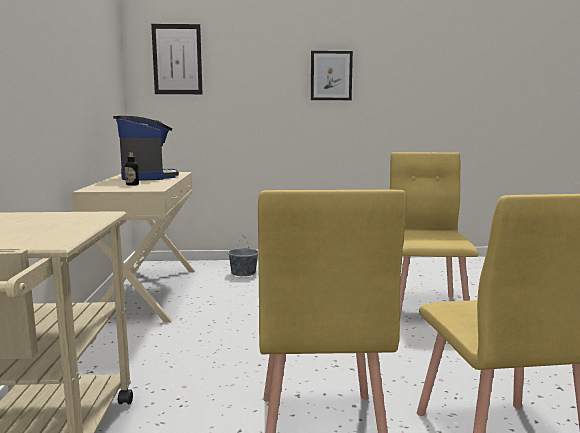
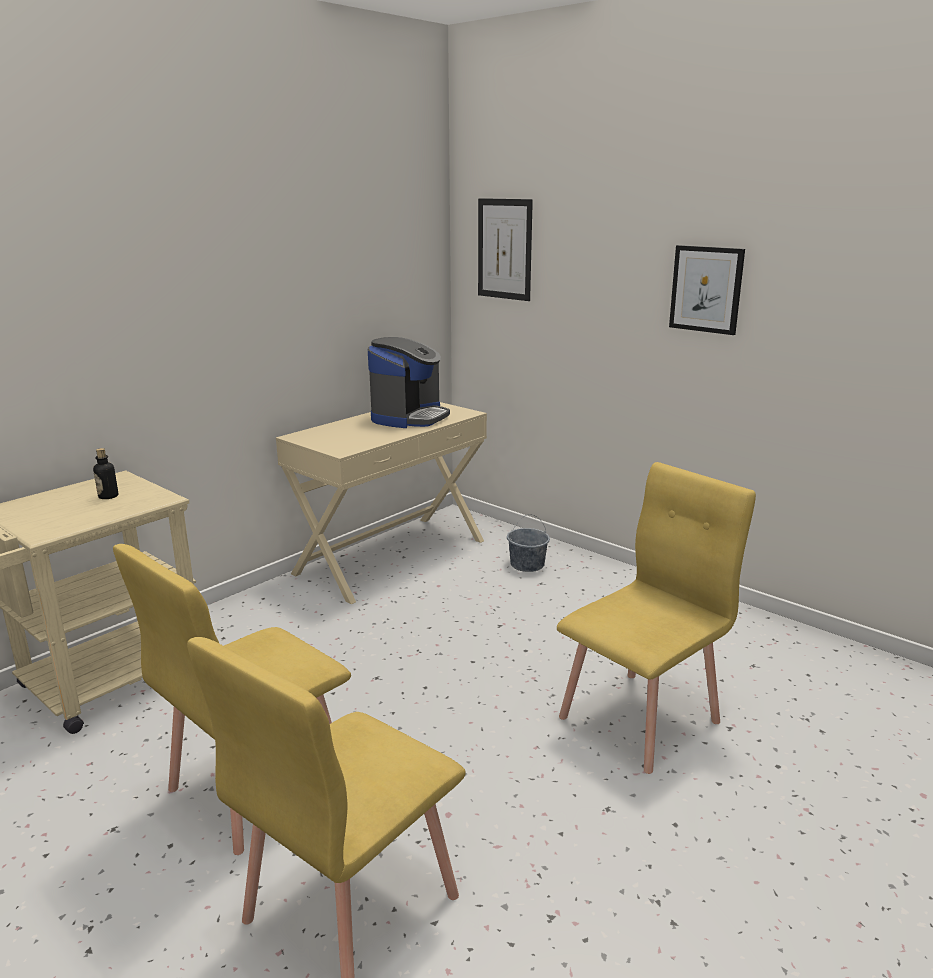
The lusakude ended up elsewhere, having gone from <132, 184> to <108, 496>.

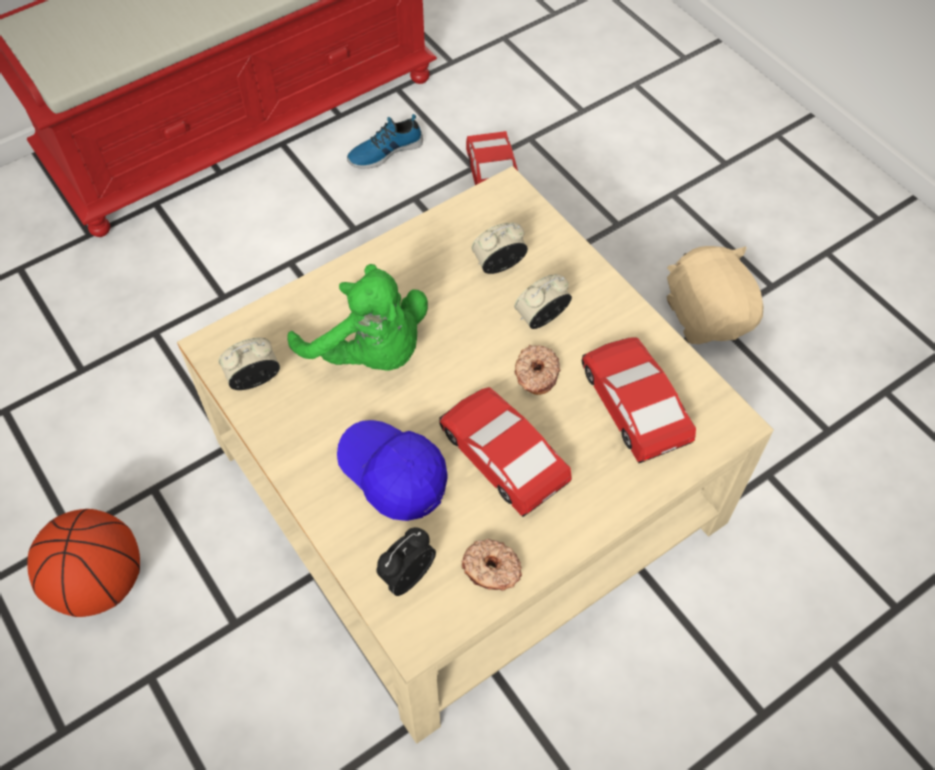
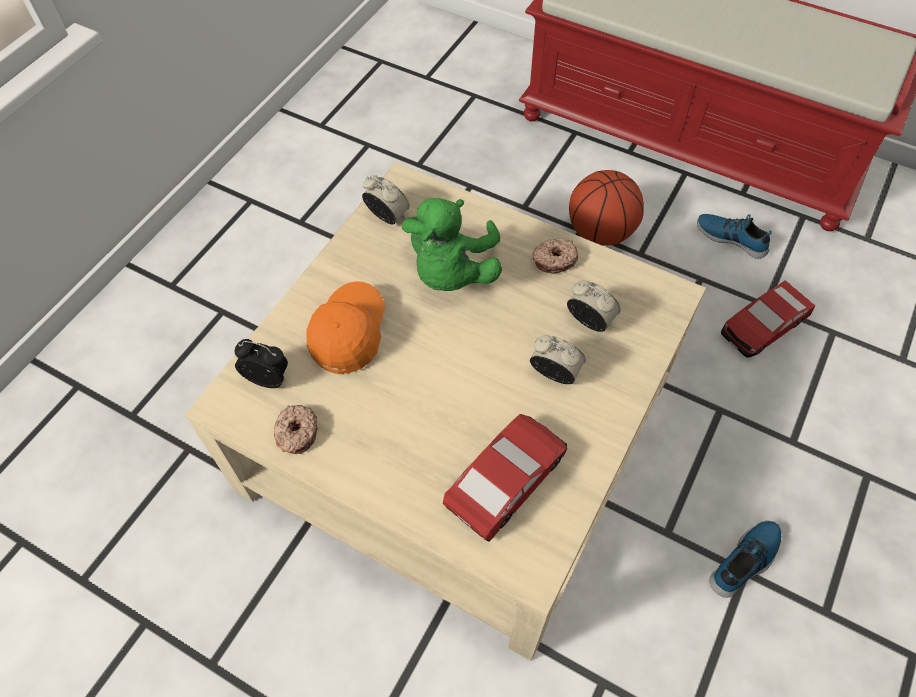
What was the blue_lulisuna at <393, 475> turned into the orange_lulisuna at <349, 334>. The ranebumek ended up elsewhere, having gone from <535, 374> to <554, 259>. The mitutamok ended up elsewhere, having gone from <100, 582> to <600, 232>. Where the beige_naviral stood at <707, 315>, the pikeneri came to stand at <746, 561>. The second view lost the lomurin at <502, 455>.

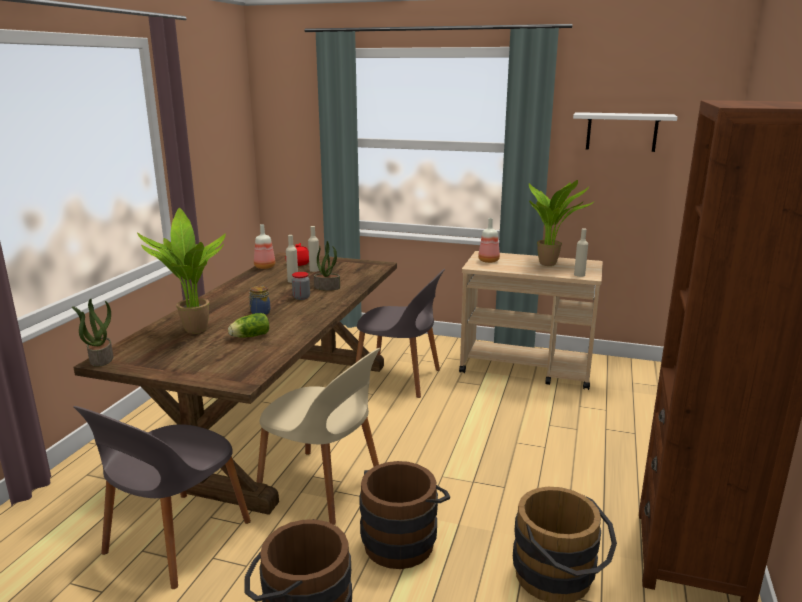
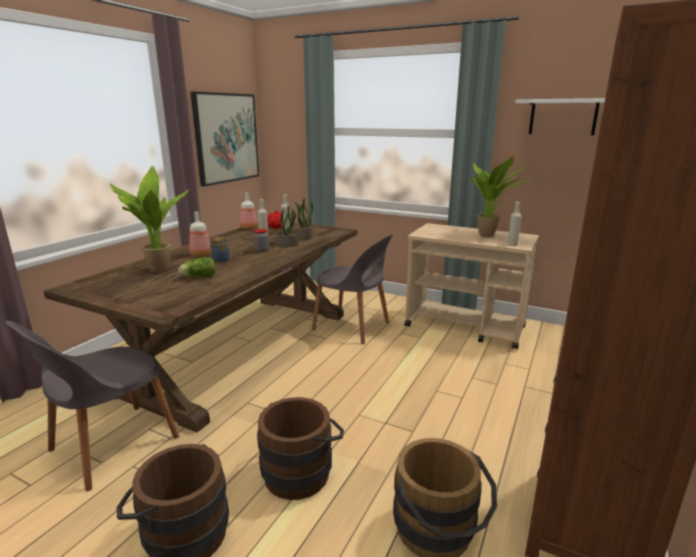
The lusakude ended up elsewhere, having gone from <489, 261> to <202, 255>. The second view gained the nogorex at <226, 138>. The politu ended up elsewhere, having gone from <101, 359> to <305, 236>. The second view lost the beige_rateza at <323, 487>.

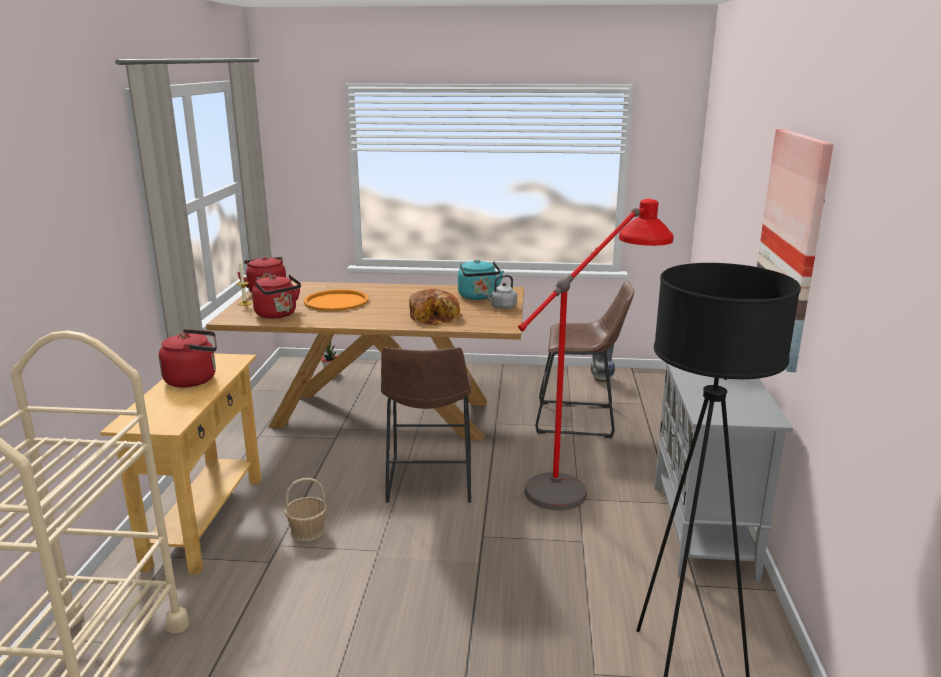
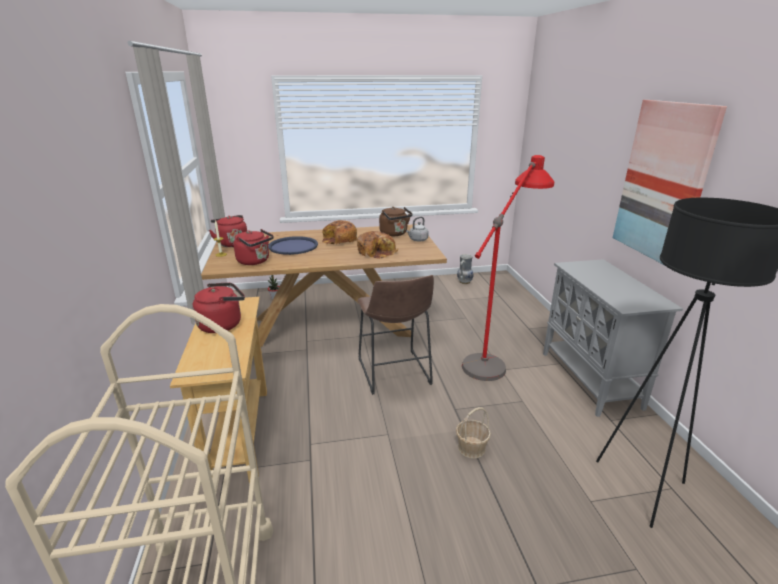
What was the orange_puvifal at <336, 301> turned into the blue_puvifal at <293, 246>. The second view gained the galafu at <339, 240>. What was the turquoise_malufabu at <478, 297> turned into the brown_malufabu at <394, 234>. The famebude ended up elsewhere, having gone from <307, 531> to <471, 448>. The second view lost the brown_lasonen at <580, 420>.

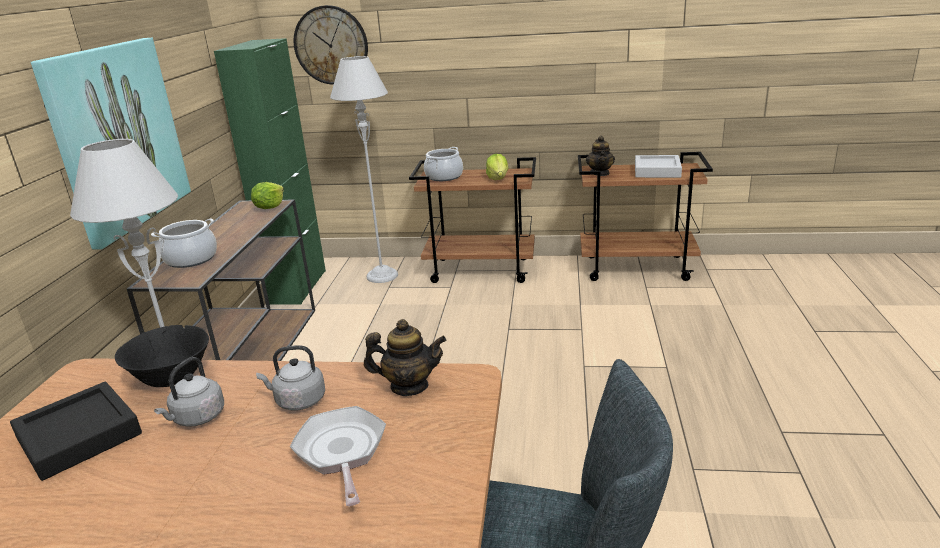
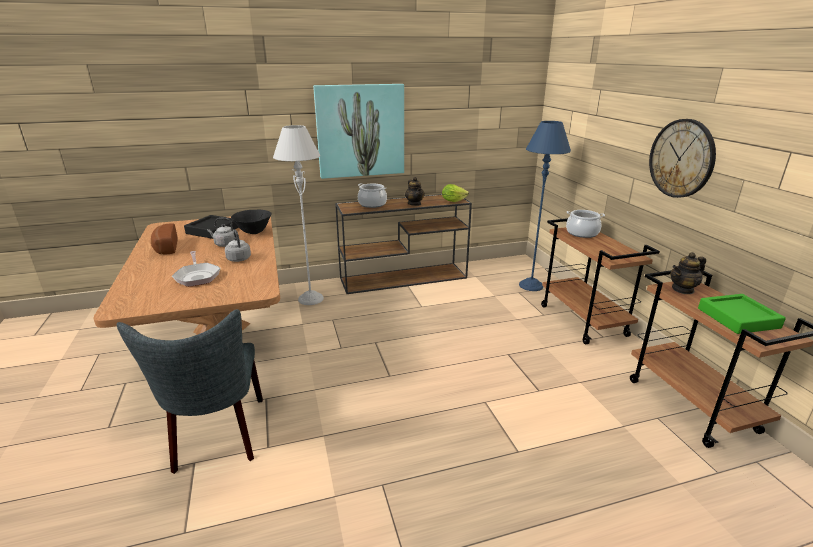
The second view gained the galafu at <165, 248>. The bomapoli at <341, 452> ended up facing another way, 105 degrees clockwise from before. The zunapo ended up elsewhere, having gone from <409, 386> to <414, 204>. What was the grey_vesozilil at <382, 276> turned into the blue_vesozilil at <531, 285>. The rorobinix ended up elsewhere, having gone from <331, 45> to <681, 158>. What was the grey_puvifal at <657, 171> turned into the green_puvifal at <738, 318>. The second view lost the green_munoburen at <298, 287>. The second view lost the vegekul at <498, 178>.

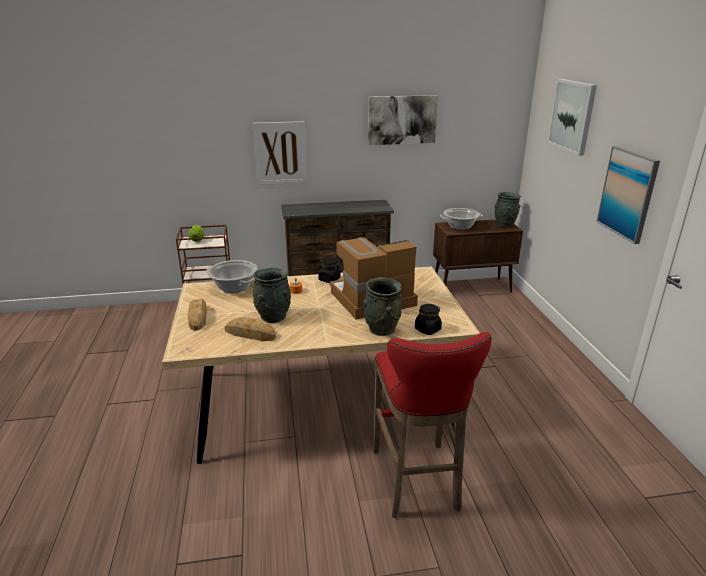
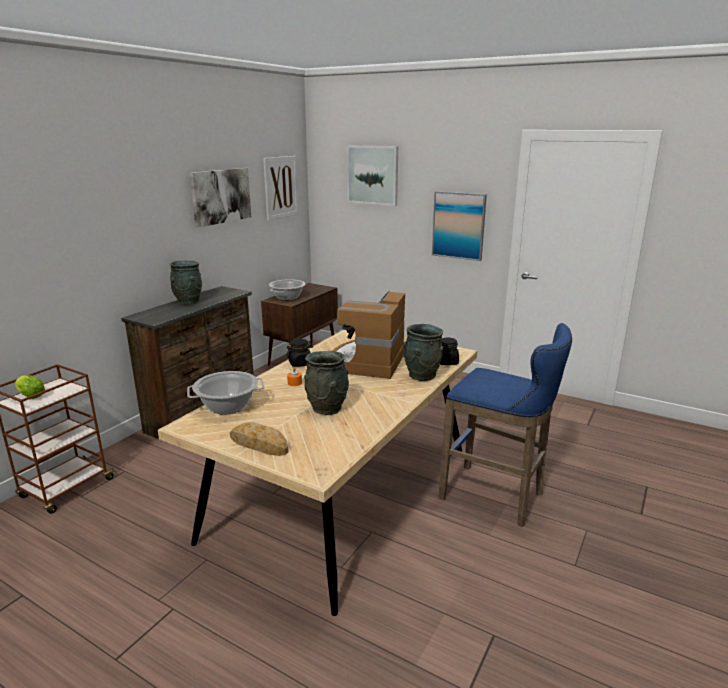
The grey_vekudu ended up elsewhere, having gone from <504, 224> to <188, 301>. The nogorex ended up elsewhere, having gone from <280, 153> to <281, 187>. What was the red_lasonen at <417, 482> turned into the blue_lasonen at <496, 496>. The second view lost the galafu at <250, 334>.

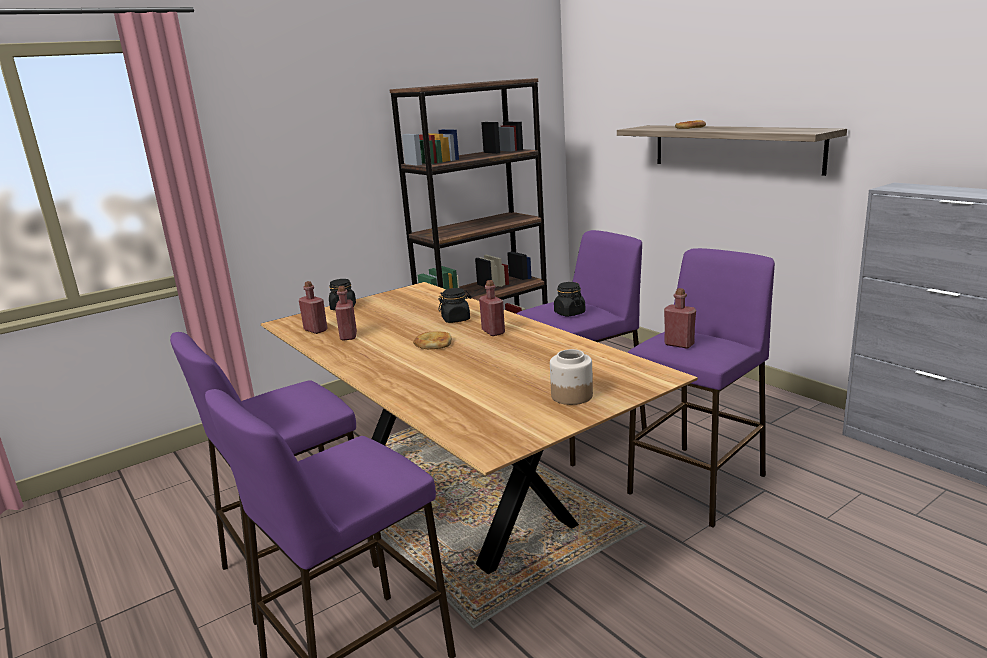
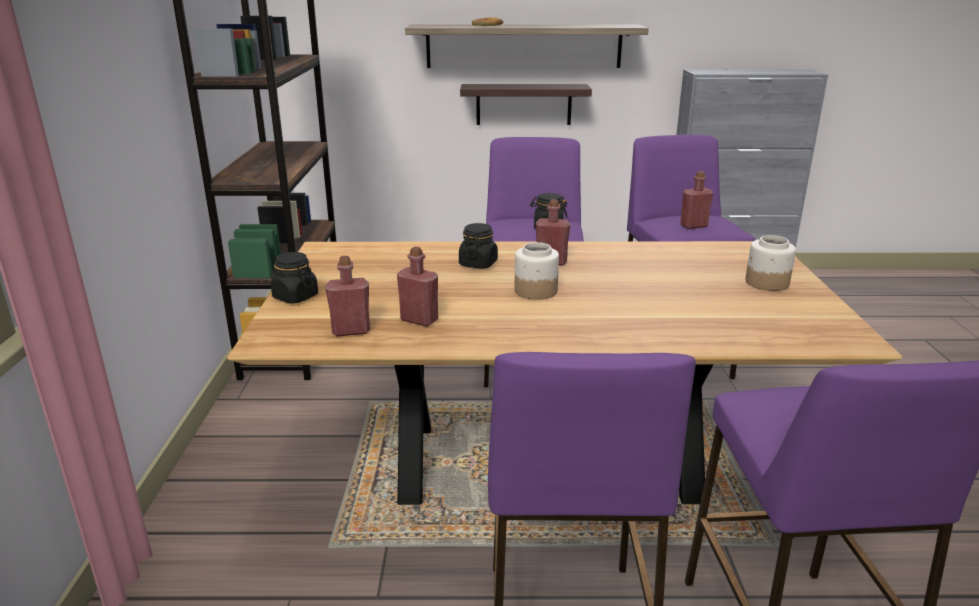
The second view gained the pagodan at <523, 104>. Where the galafu stood at <433, 343>, the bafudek came to stand at <535, 291>.

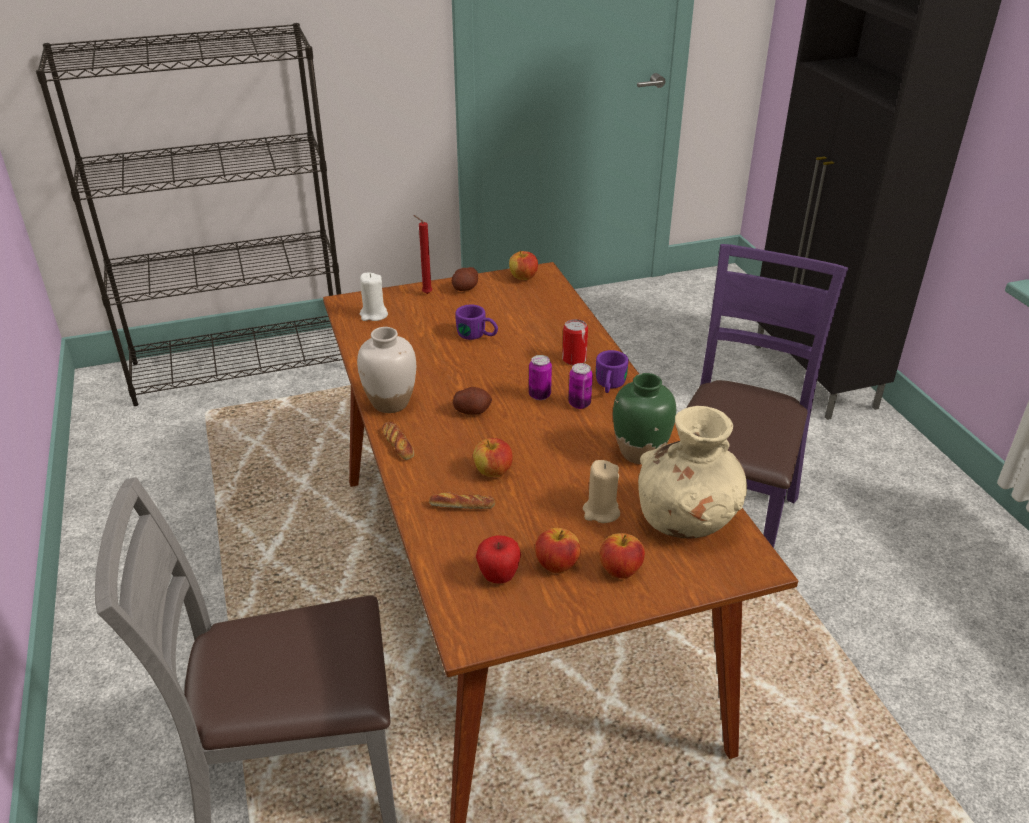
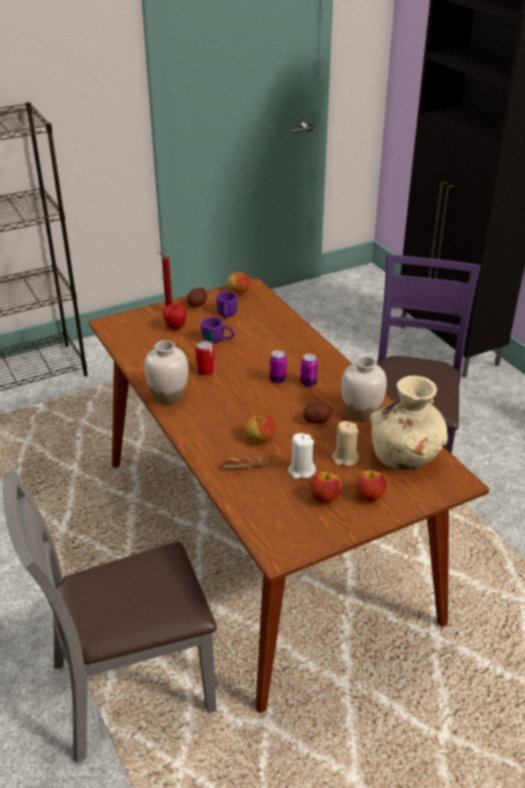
The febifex ended up elsewhere, having gone from <498, 577> to <175, 327>. The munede ended up elsewhere, having gone from <574, 359> to <206, 370>. The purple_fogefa ended up elsewhere, having gone from <609, 386> to <226, 315>. The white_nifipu ended up elsewhere, having gone from <373, 315> to <301, 471>. The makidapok ended up elsewhere, having gone from <472, 411> to <317, 420>. What was the green_vekudu at <640, 453> turned into the white_vekudu at <361, 414>. The second view lost the galafu at <398, 444>.

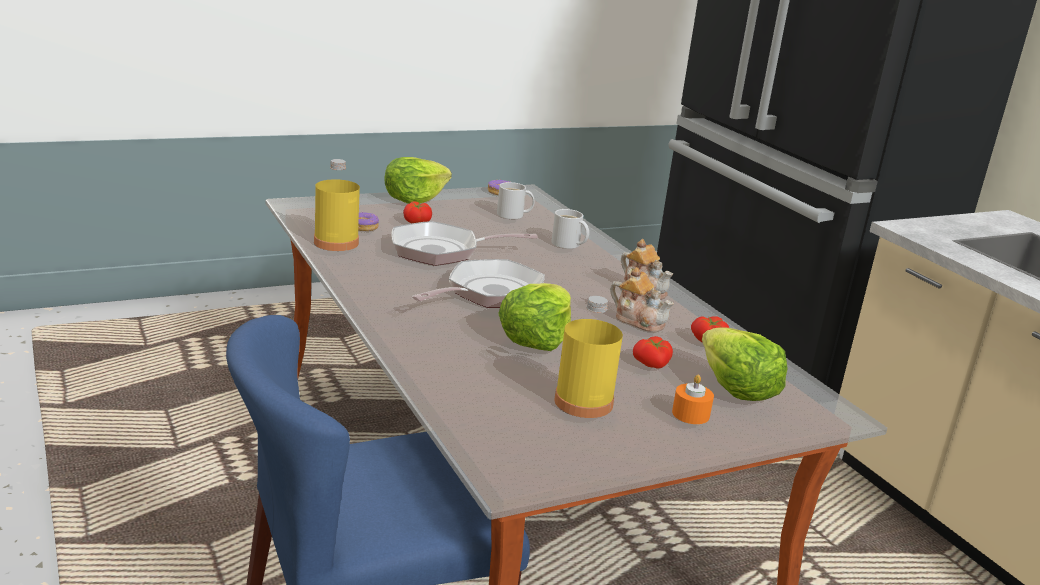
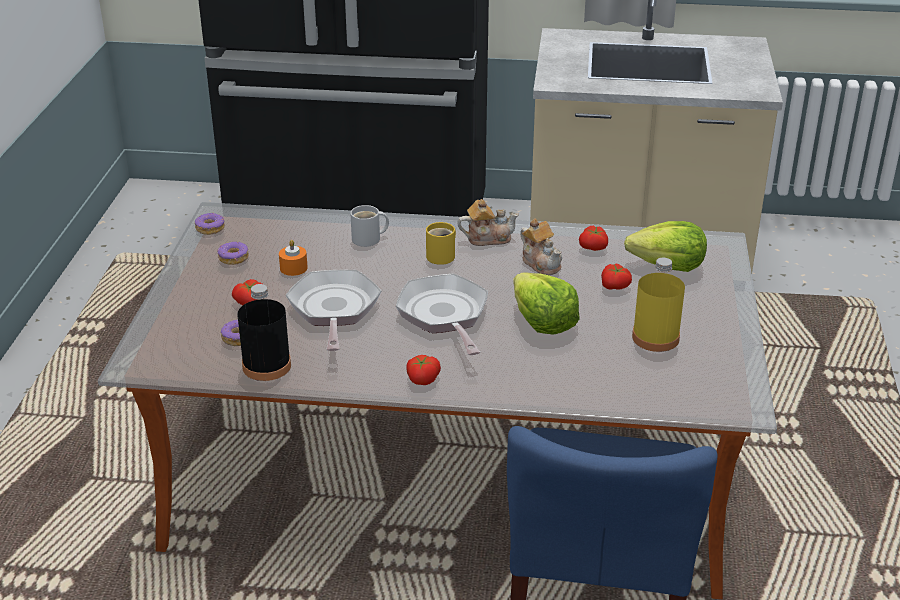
The second view gained the ranebumek at <233, 258>. What was the yellow_lusakude at <336, 242> turned into the black_lusakude at <266, 366>. The orange_nifipu ended up elsewhere, having gone from <690, 414> to <293, 268>. The bomapoli at <442, 251> ended up facing another way, 150 degrees clockwise from before. The second view gained the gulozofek at <422, 379>. The second view gained the yellow_fogefa at <443, 256>. The zunapo at <639, 321> ended up facing another way, 75 degrees clockwise from before. The second view lost the vegekul at <414, 198>. The second view lost the white_fogefa at <513, 215>.

